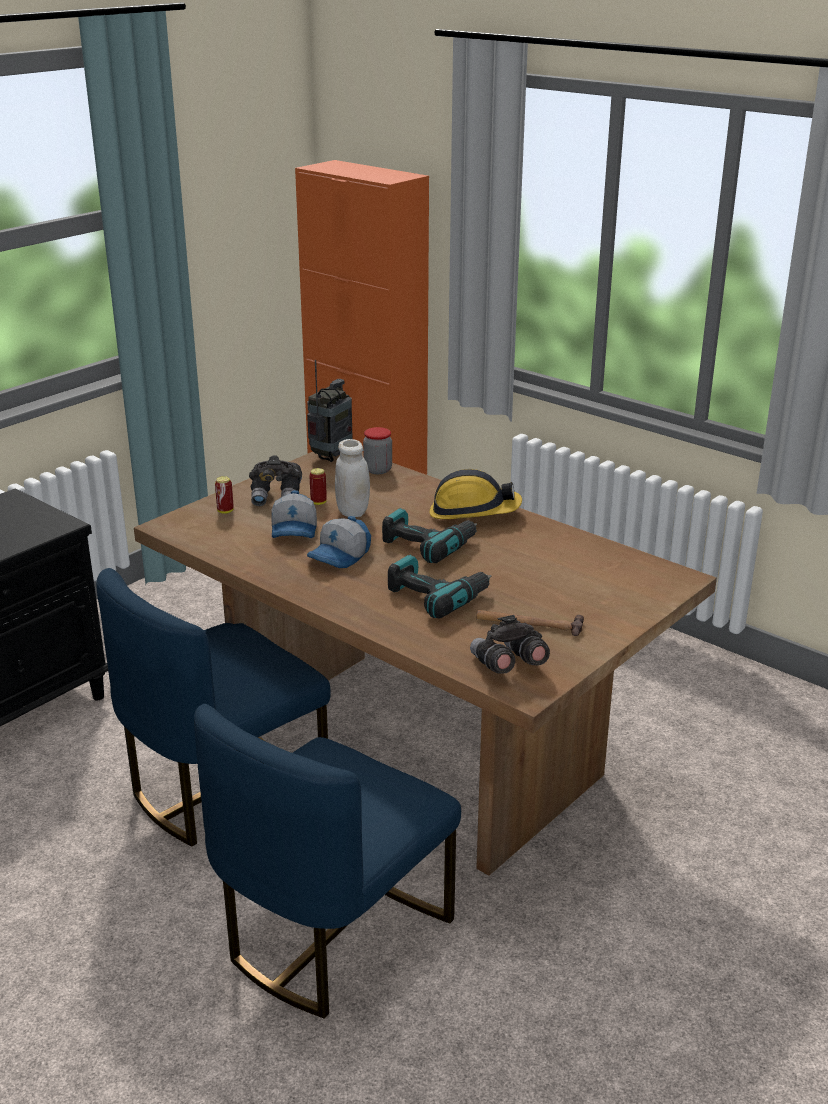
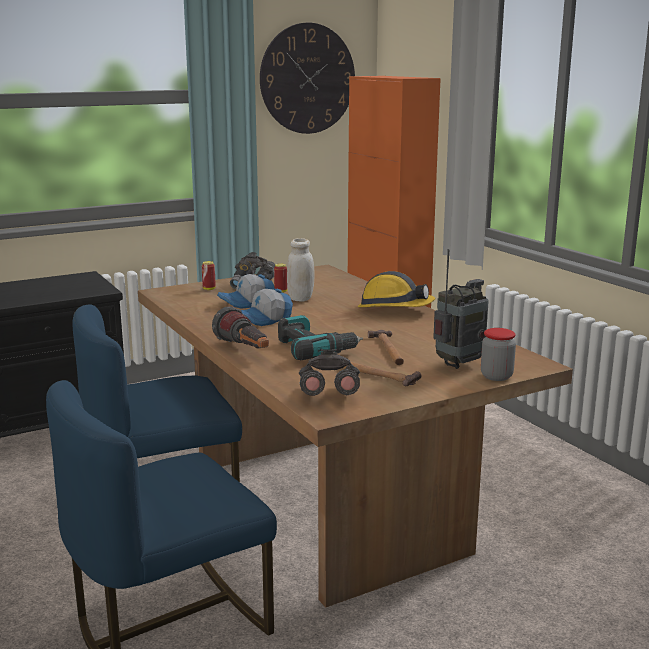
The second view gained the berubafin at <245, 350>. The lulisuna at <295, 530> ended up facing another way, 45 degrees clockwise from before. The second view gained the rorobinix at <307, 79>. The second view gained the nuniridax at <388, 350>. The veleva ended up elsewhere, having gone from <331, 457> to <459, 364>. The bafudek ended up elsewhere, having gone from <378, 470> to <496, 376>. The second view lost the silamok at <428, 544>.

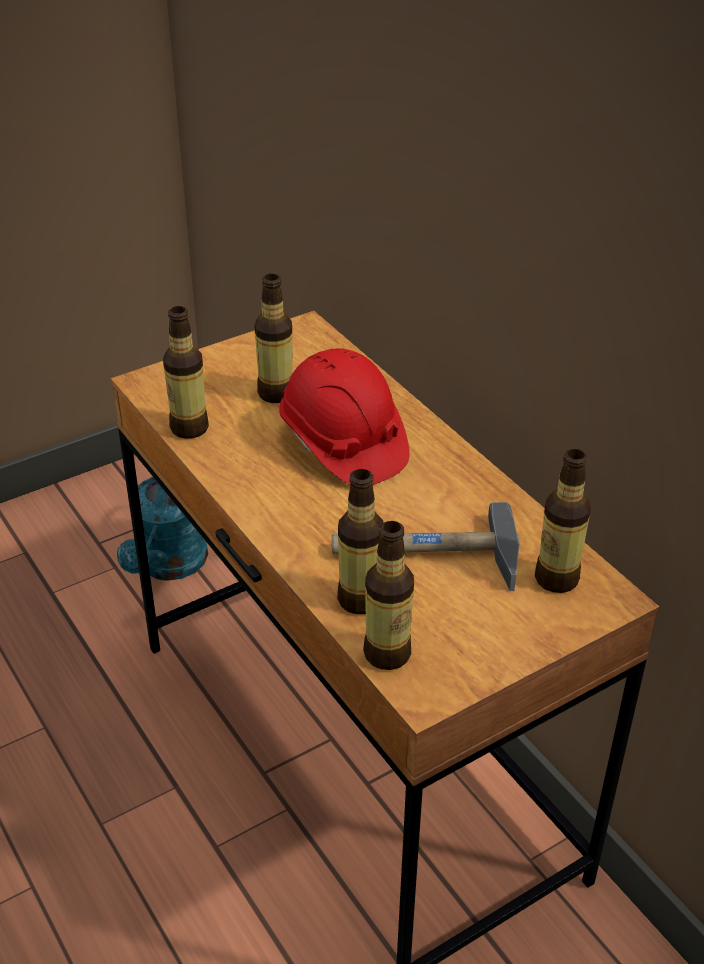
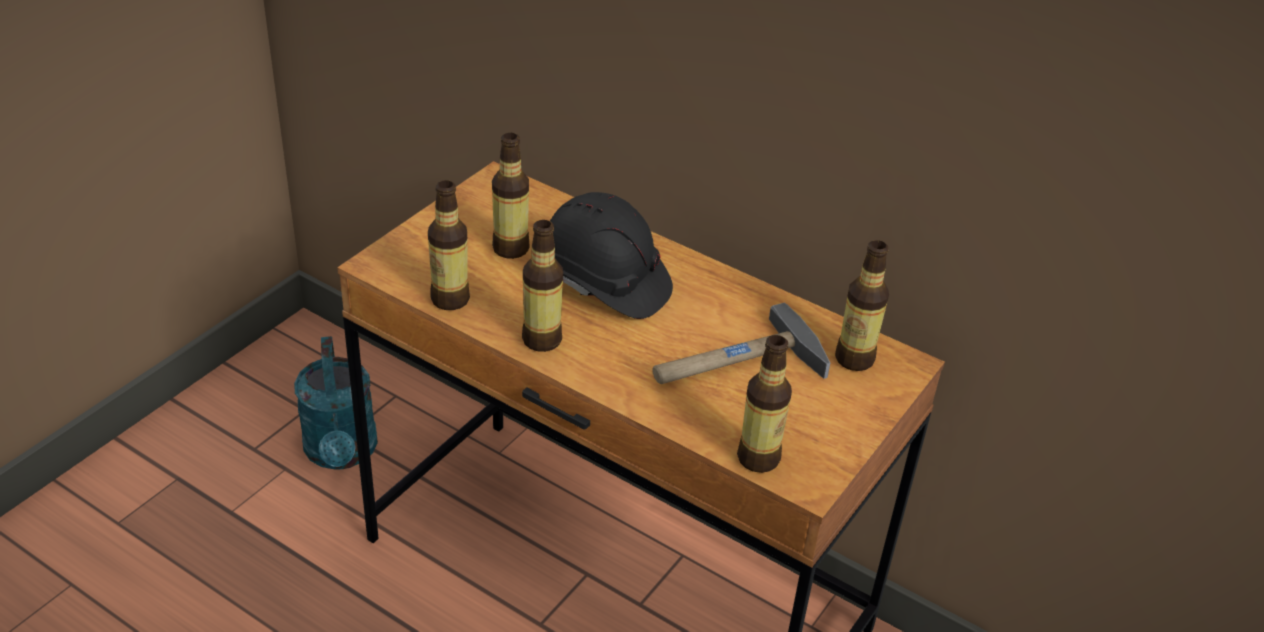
The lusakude ended up elsewhere, having gone from <359, 600> to <542, 340>. What was the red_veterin at <342, 444> turned into the black_veterin at <602, 283>.

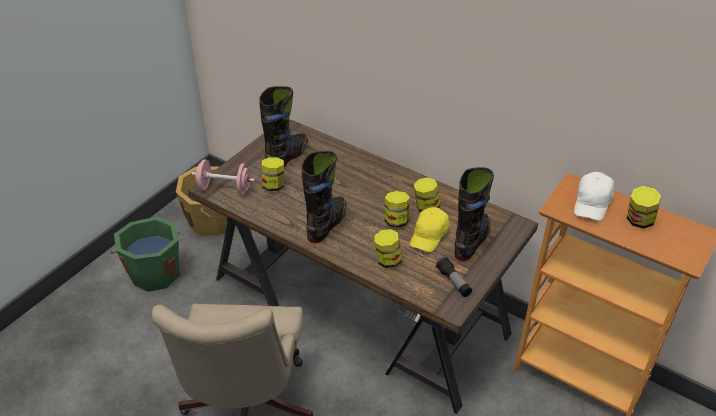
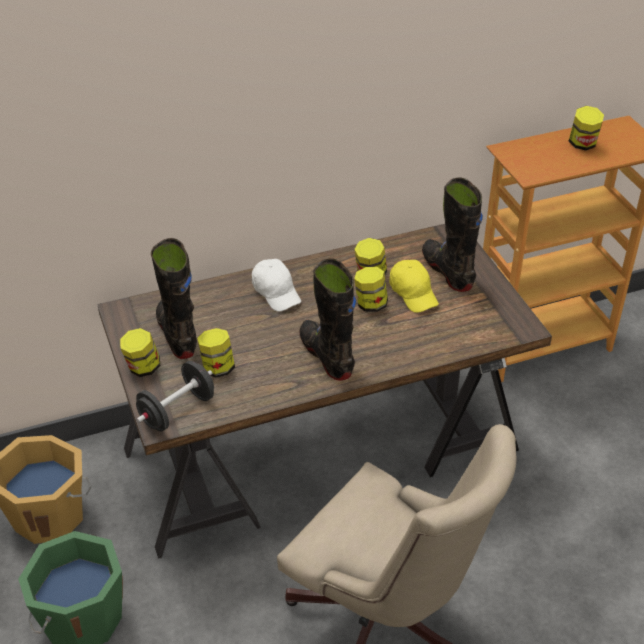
The bafudek ended up elsewhere, having gone from <387, 260> to <142, 368>. What was the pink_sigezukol at <225, 188> turned into the black_sigezukol at <177, 411>. The white_lulisuna ended up elsewhere, having gone from <592, 203> to <276, 292>. The second view lost the berubafin at <453, 282>.

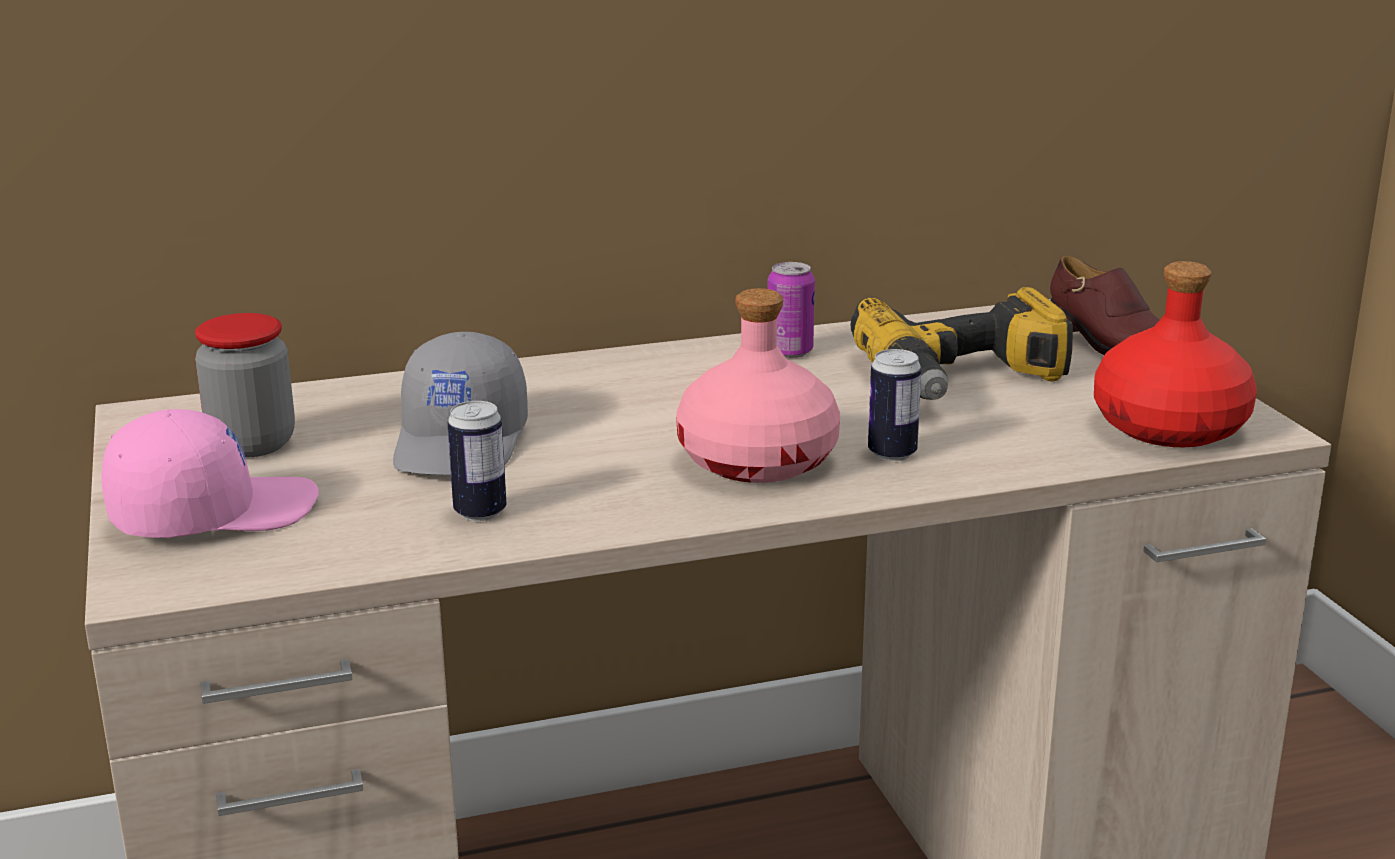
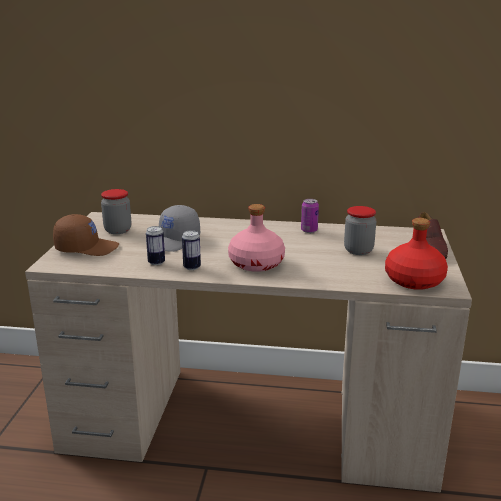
What was the pink_lulisuna at <213, 513> turned into the brown_lulisuna at <87, 248>. The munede ended up elsewhere, having gone from <892, 453> to <192, 267>. Where the silamok stood at <965, 380>, the bafudek came to stand at <358, 250>.

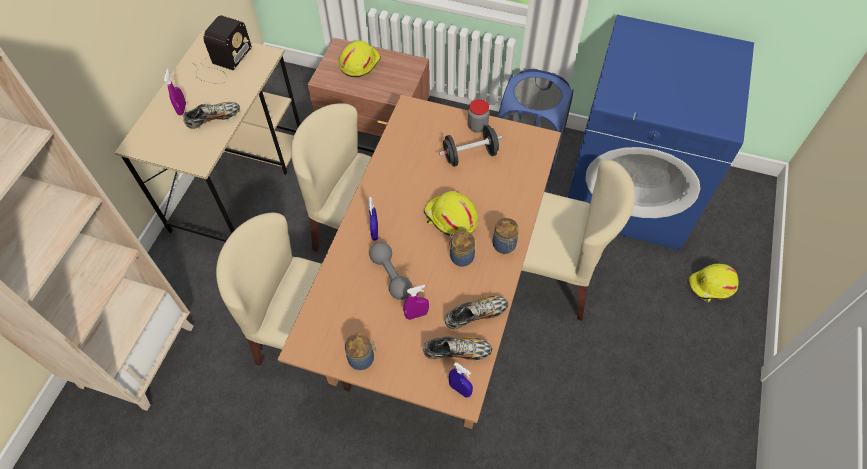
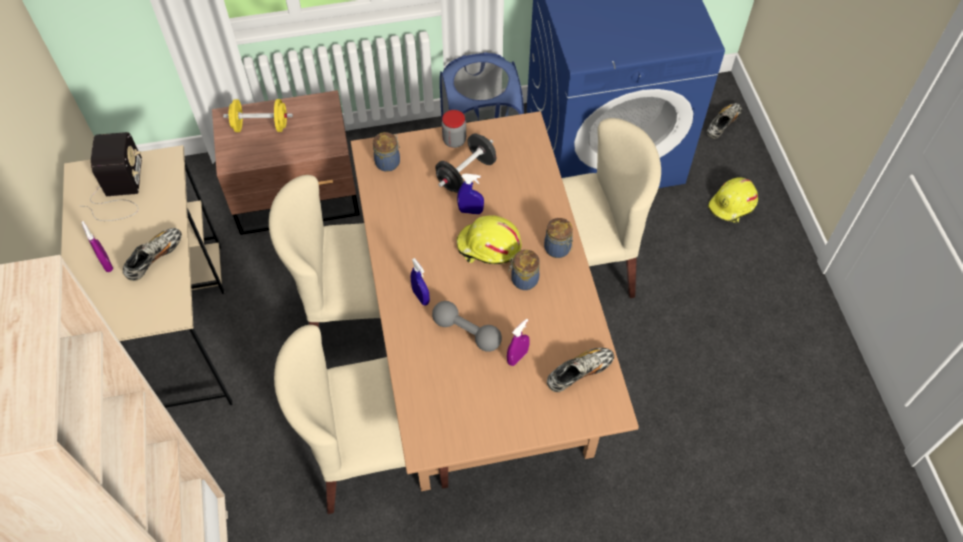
Where the yellow_veterin stood at <359, 62>, the yellow_sigezukol came to stand at <261, 126>. The bafudek ended up elsewhere, having gone from <362, 358> to <388, 162>. The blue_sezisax ended up elsewhere, having gone from <460, 389> to <470, 211>. The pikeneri ended up elsewhere, having gone from <475, 315> to <723, 124>.

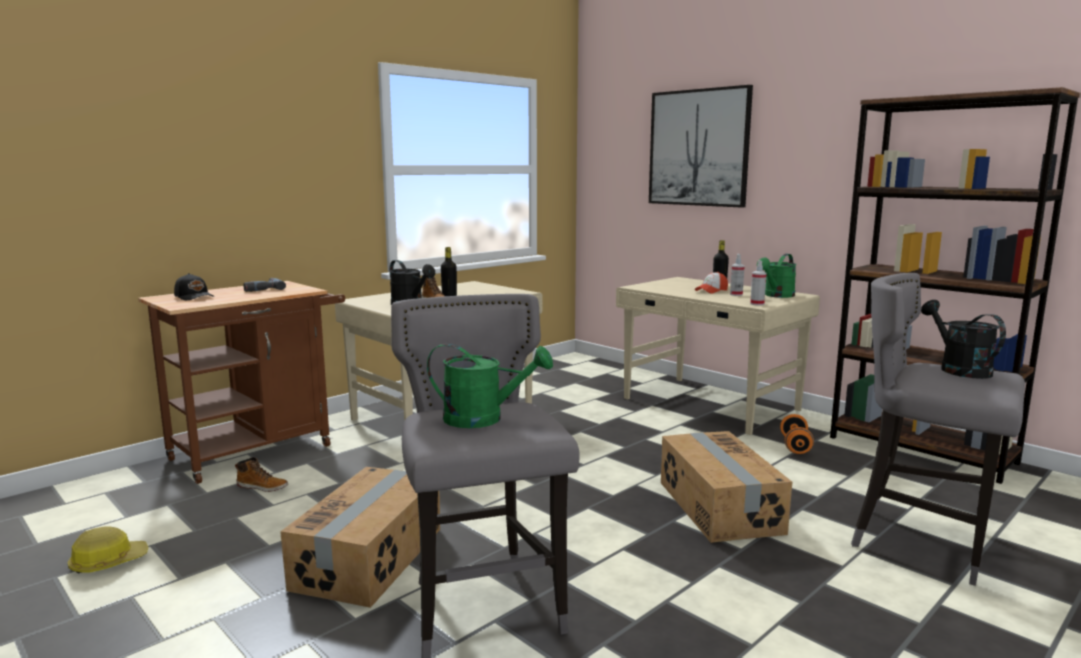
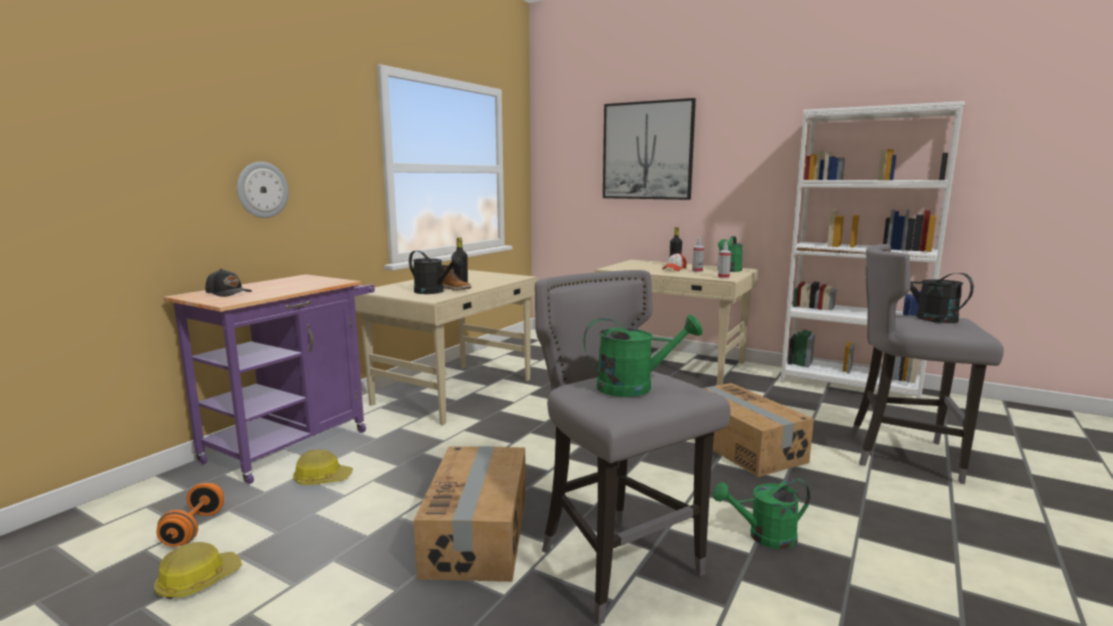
The orange_sigezukol ended up elsewhere, having gone from <795, 446> to <194, 529>. What was the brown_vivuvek at <260, 449> turned into the purple_vivuvek at <295, 442>. The second view gained the rorobinix at <262, 190>. Where the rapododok stood at <263, 487>, the veterin came to stand at <322, 479>. The second view gained the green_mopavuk at <764, 537>. What was the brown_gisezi at <921, 450> turned into the white_gisezi at <849, 385>. The second view lost the silamok at <262, 289>.

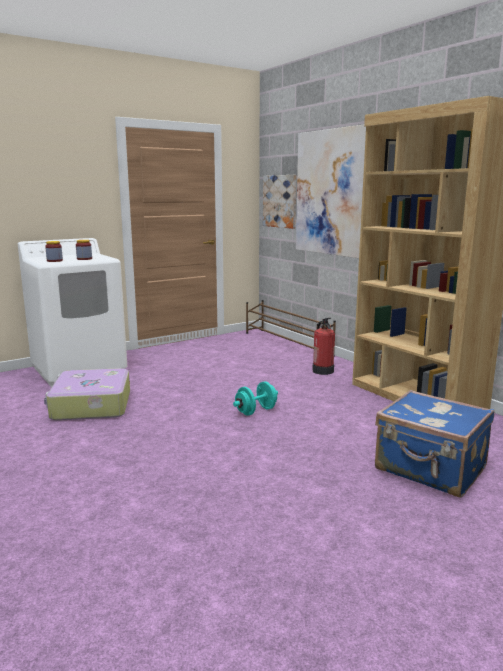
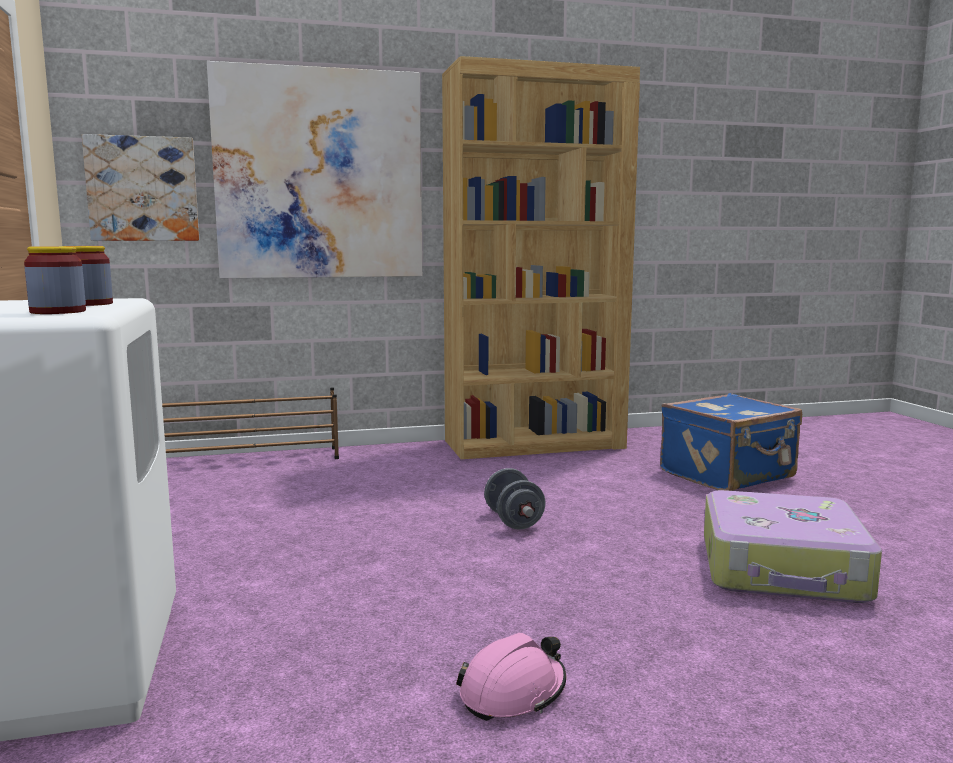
The second view gained the pink_veterin at <513, 693>. What was the turquoise_sigezukol at <256, 411> turned into the grey_sigezukol at <514, 521>. The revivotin ended up elsewhere, having gone from <90, 406> to <783, 569>. The second view lost the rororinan at <323, 371>.

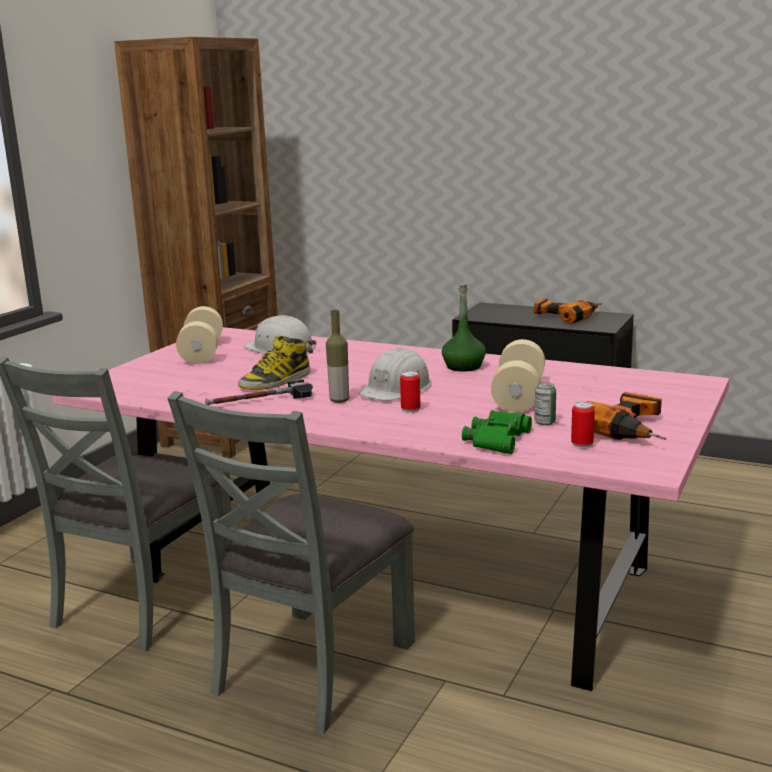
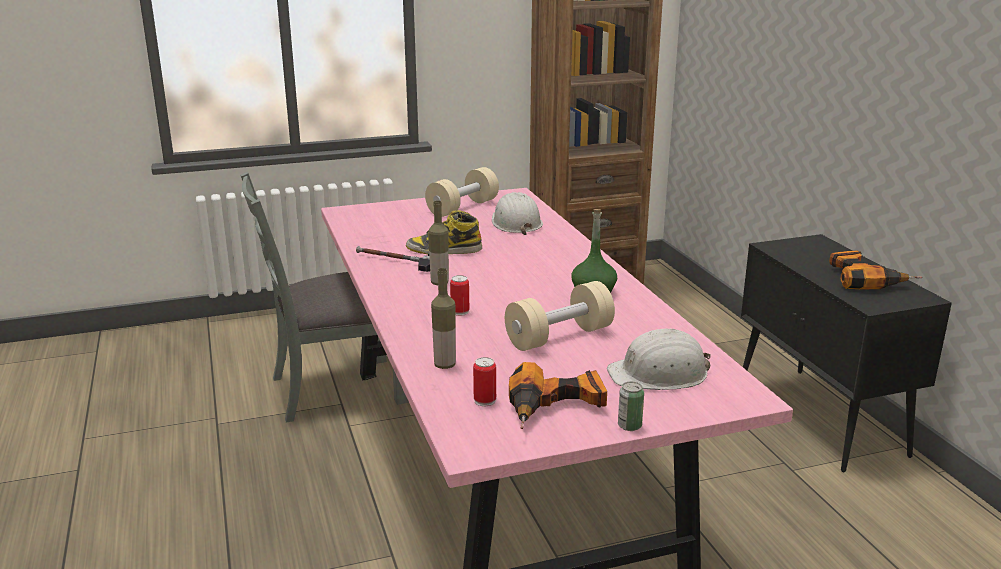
Where the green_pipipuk stood at <498, 440>, the lusakude came to stand at <444, 365>. The white_veterin ended up elsewhere, having gone from <397, 388> to <659, 374>. The munede ended up elsewhere, having gone from <545, 422> to <629, 426>. The second view lost the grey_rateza at <312, 667>.

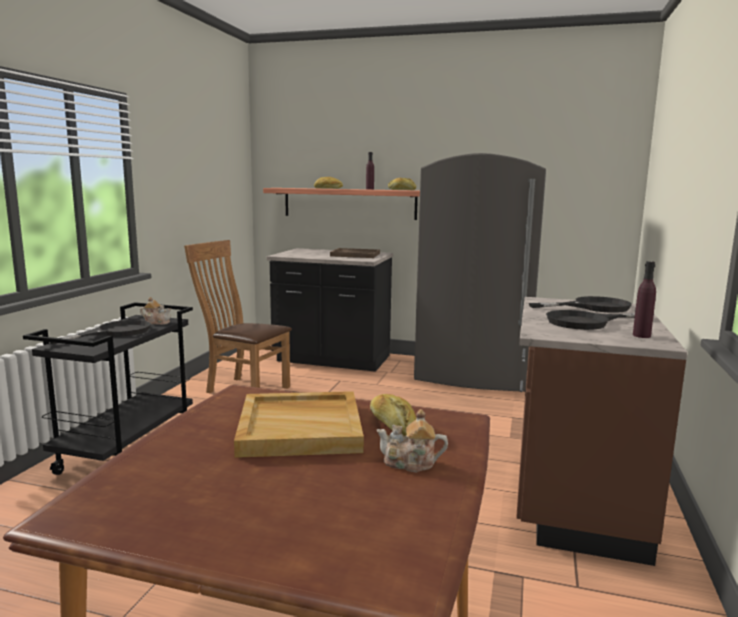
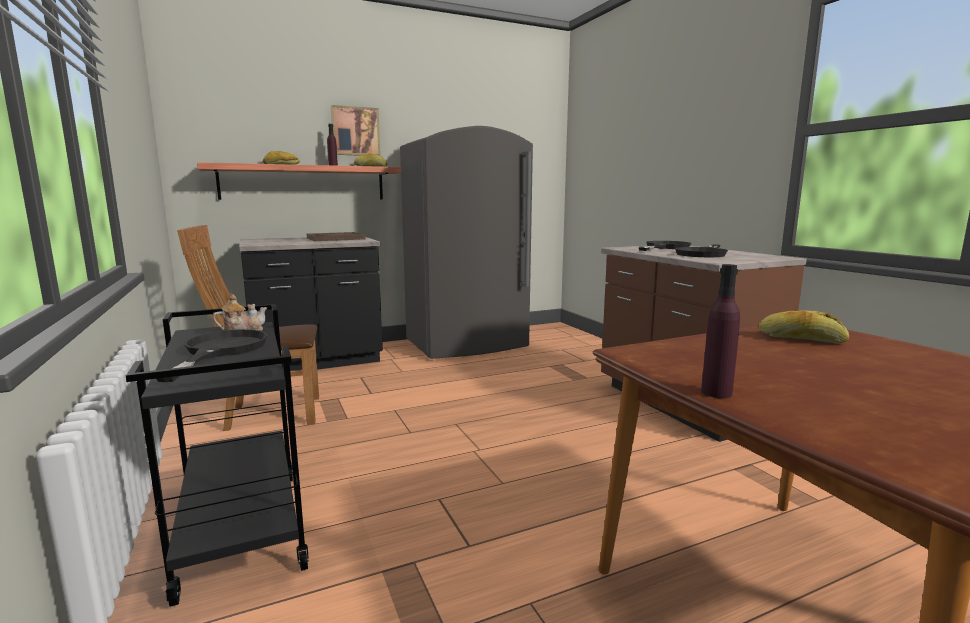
The second view gained the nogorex at <355, 131>. The purple_lusakude ended up elsewhere, having gone from <641, 335> to <716, 392>. The second view lost the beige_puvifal at <301, 428>. The second view lost the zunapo at <410, 463>.

